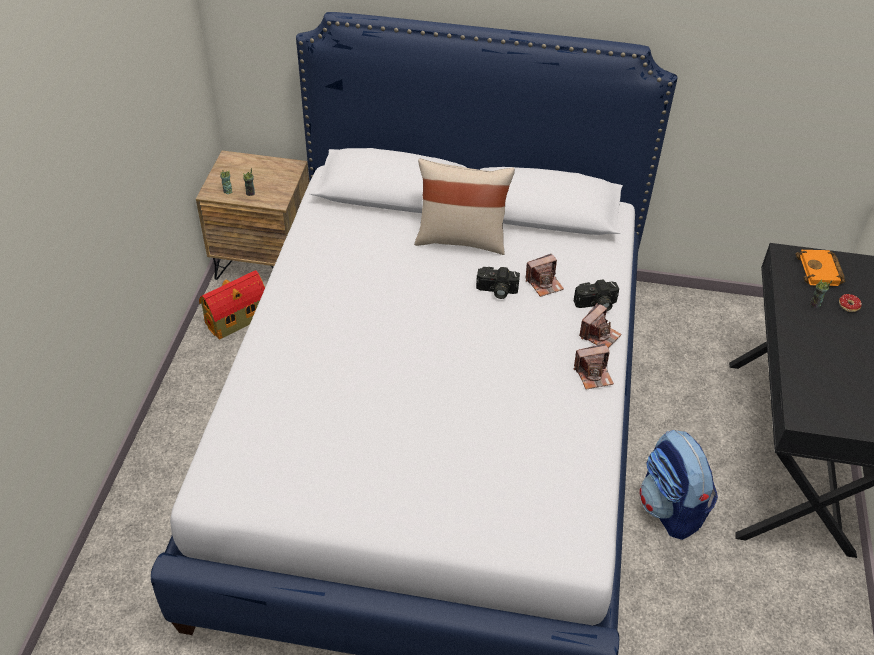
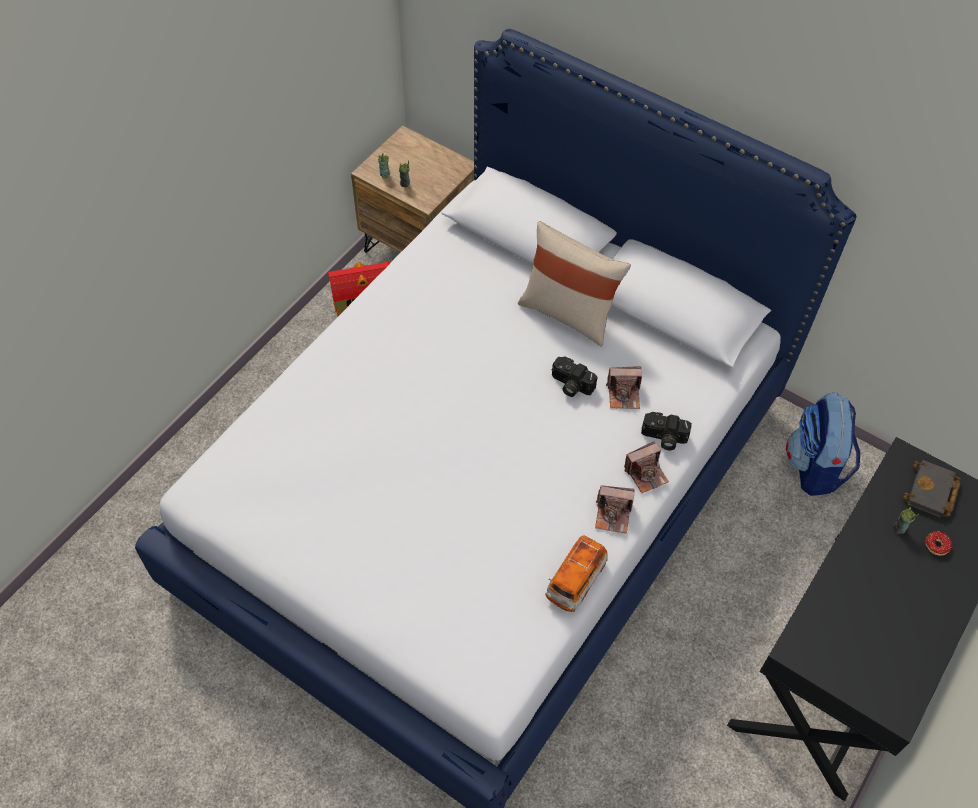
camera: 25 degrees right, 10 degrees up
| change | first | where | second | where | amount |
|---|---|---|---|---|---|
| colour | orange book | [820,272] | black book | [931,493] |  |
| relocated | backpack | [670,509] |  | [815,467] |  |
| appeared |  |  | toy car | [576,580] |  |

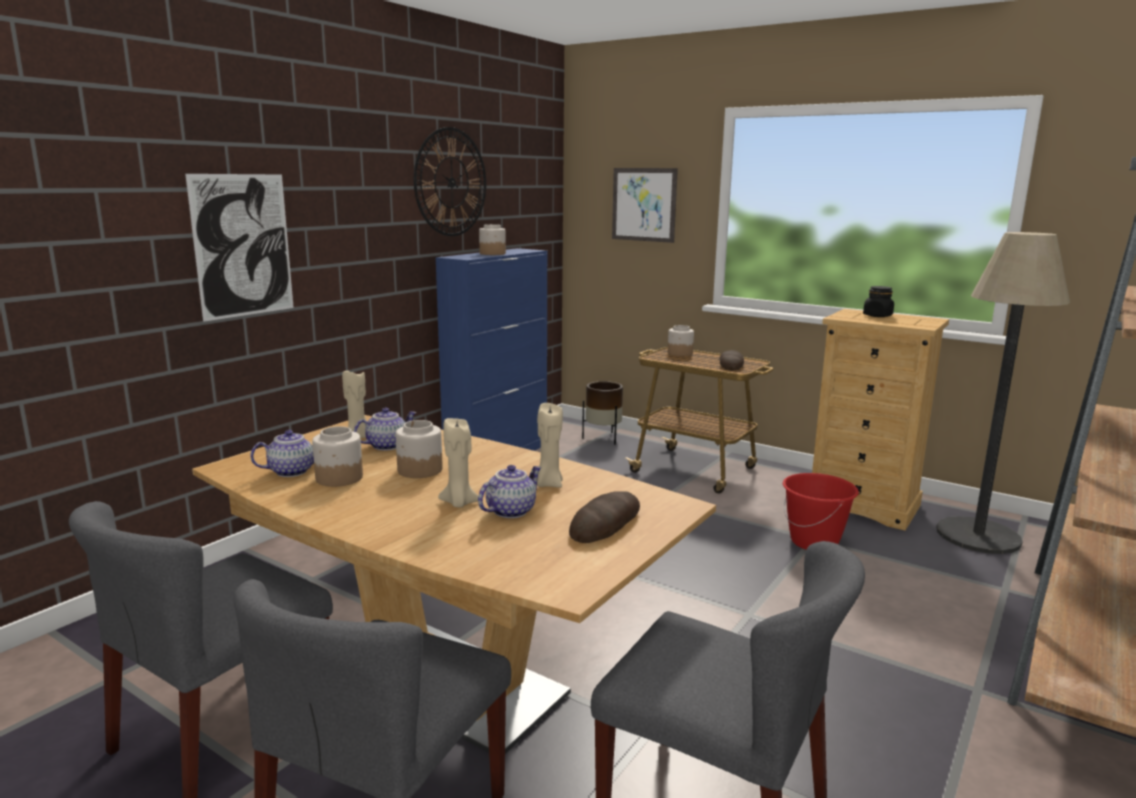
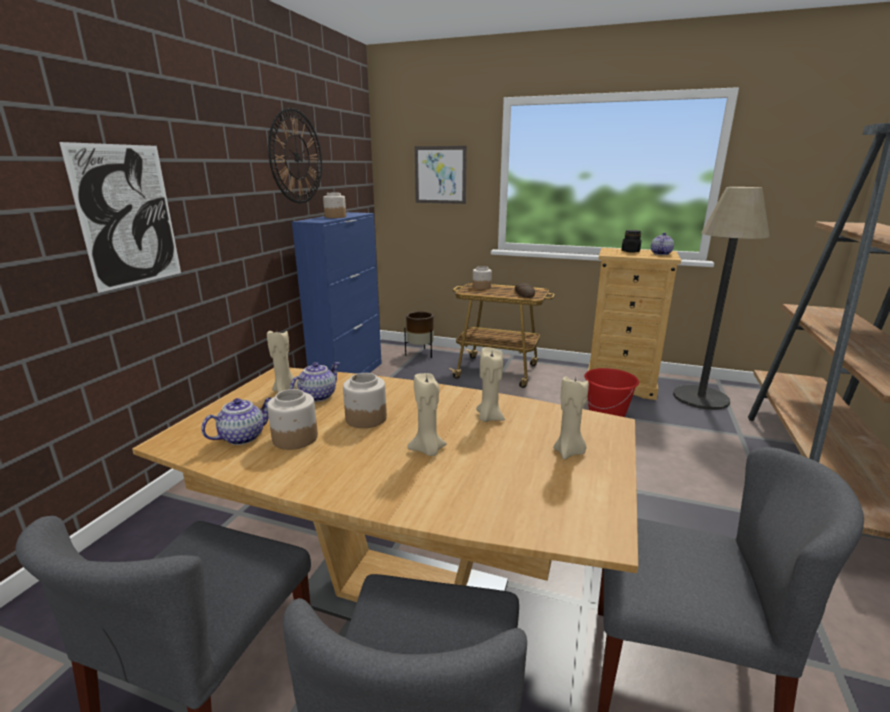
camera: 15 degrees left, 5 degrees up
| change | first | where | second | where | amount |
|---|---|---|---|---|---|
| relocated | teapot | [510,511] |  | [660,254] |  |
| exchanged | bread | [605,523] | beige candle | [569,452] |  |

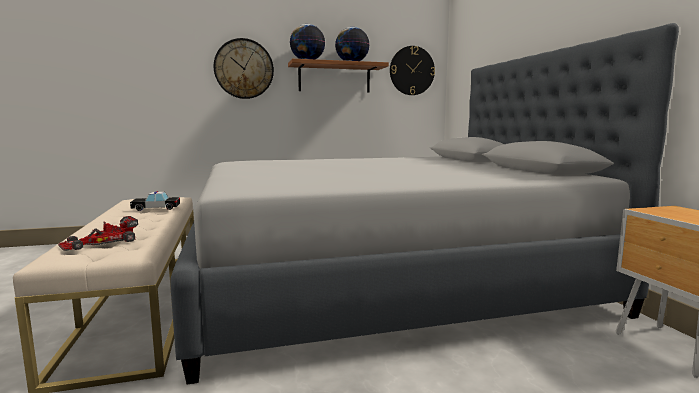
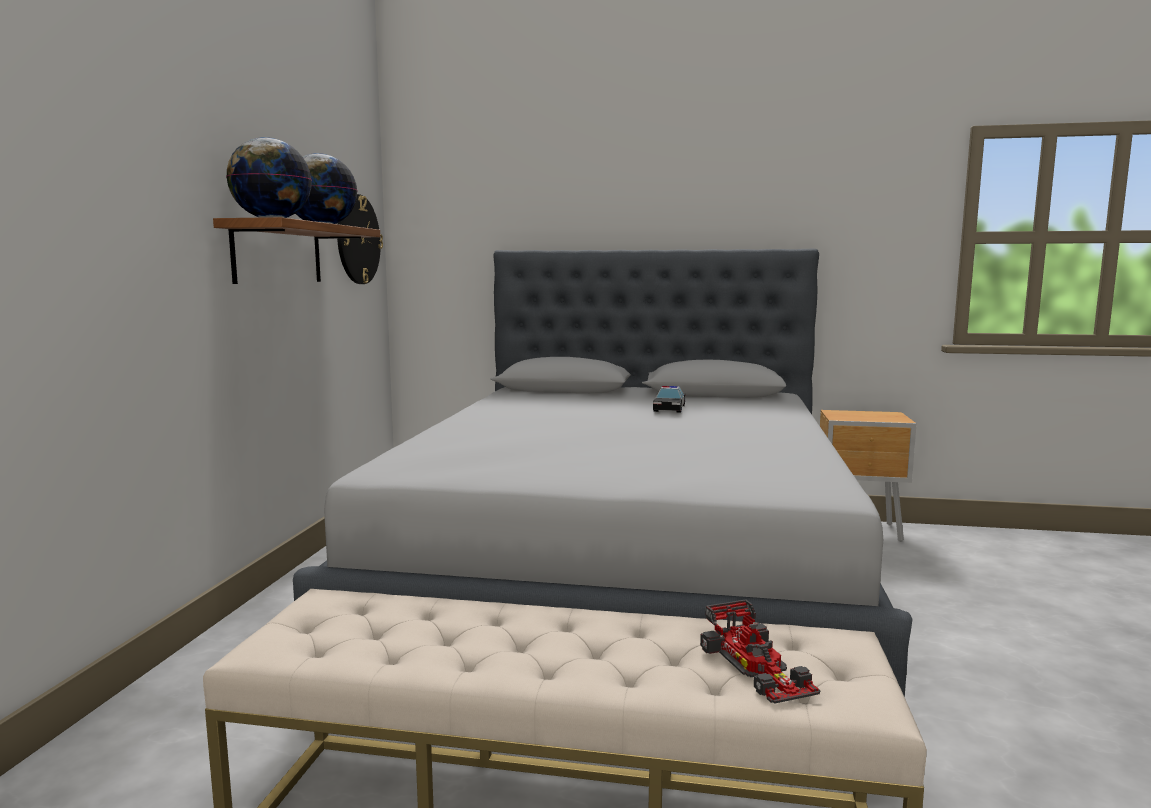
camera: 65 degrees left, 0 degrees up
| change | first | where | second | where | amount |
|---|---|---|---|---|---|
| missing | wall clock | [244,69] |  |  |  |
| relocated | toy car | [156,208] |  | [669,408] |  |

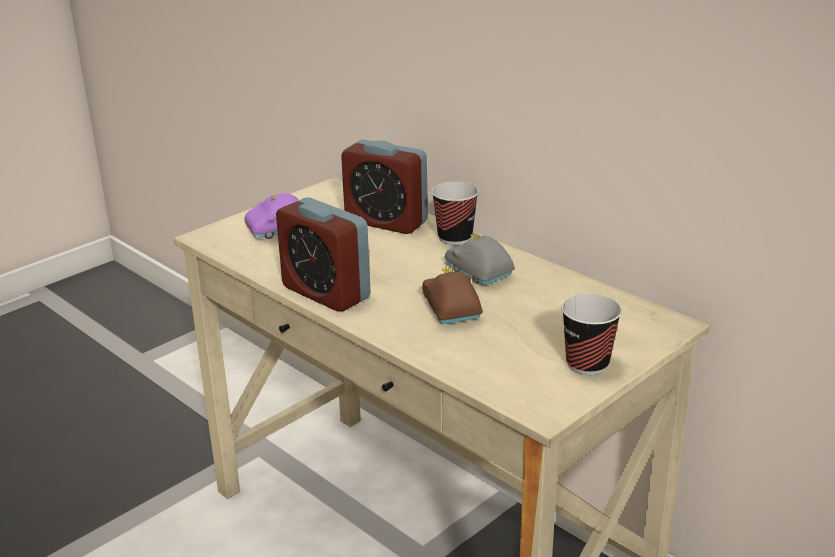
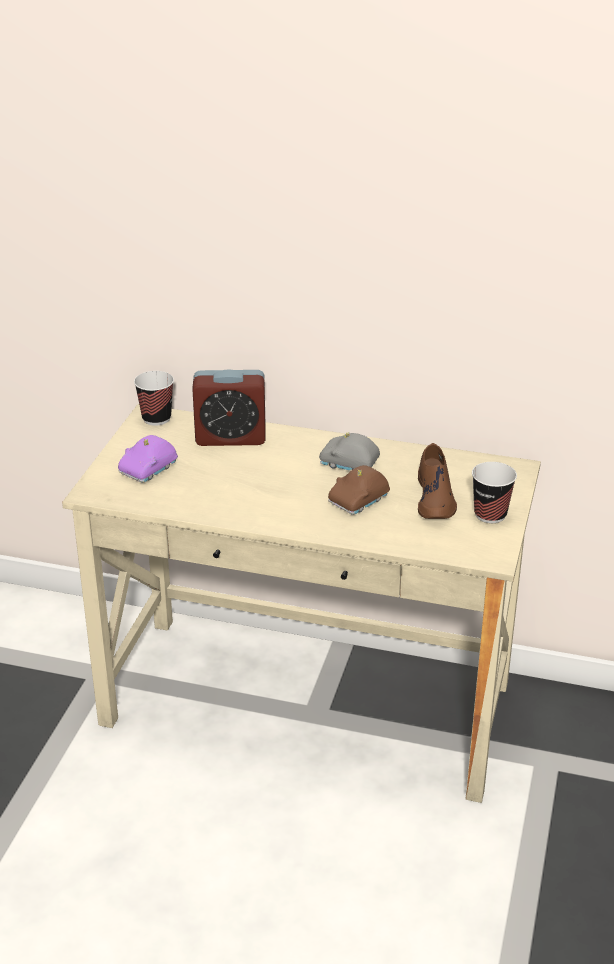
camera: 30 degrees left, 5 degrees up
| change | first | where | second | where | amount |
|---|---|---|---|---|---|
| relocated | cup | [455,238] |  | [156,418] |  |
| missing | alarm clock | [326,293] |  |  |  |
| spun | brown toy car | [450,310] |  | [359,501] | 90 degrees counterclockwise |
| appeared |  |  | brown shoe | [435,498] |  |

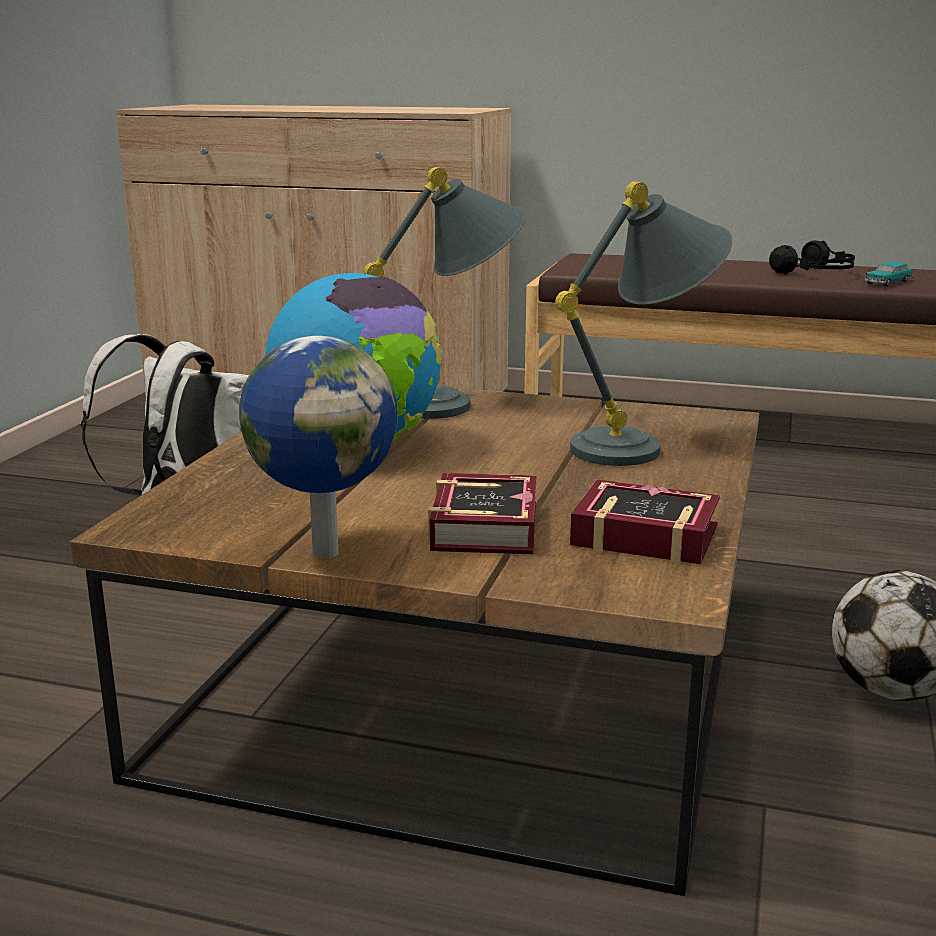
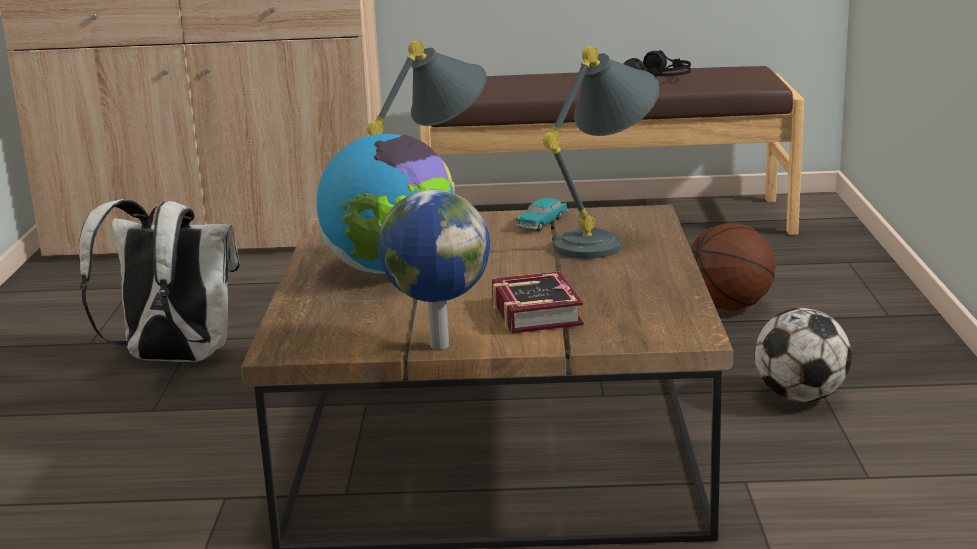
camera: 15 degrees left, 0 degrees up
| change | first | where | second | where | amount |
|---|---|---|---|---|---|
| relocated | toy car | [888,282] |  | [541,222] |  |
| missing | book | [639,533] |  |  |  |
| appeared |  |  | basketball | [730,306] |  |

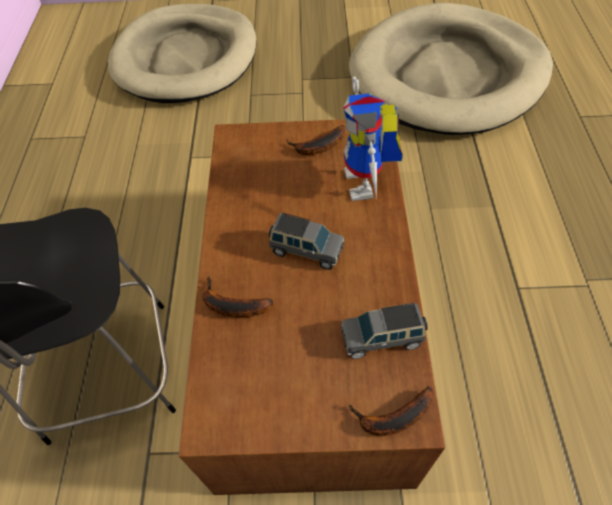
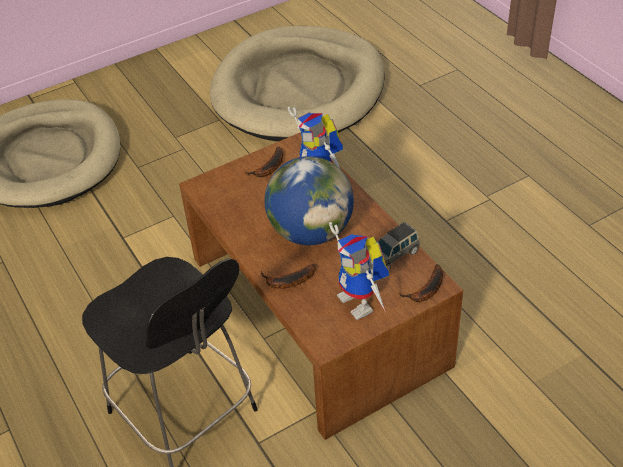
camera: 30 degrees left, 10 degrees down
| change | first | where | second | where | amount |
|---|---|---|---|---|---|
| exchanged | grey toy car | [305,250] | globe | [311,232] |  |
| appeared |  |  | toy robot | [362,303] |  |

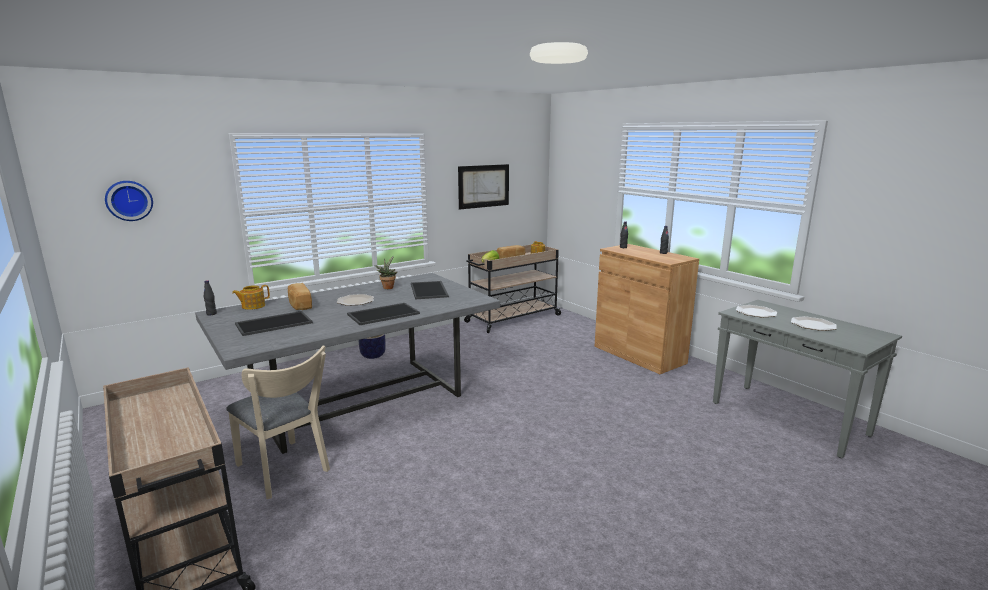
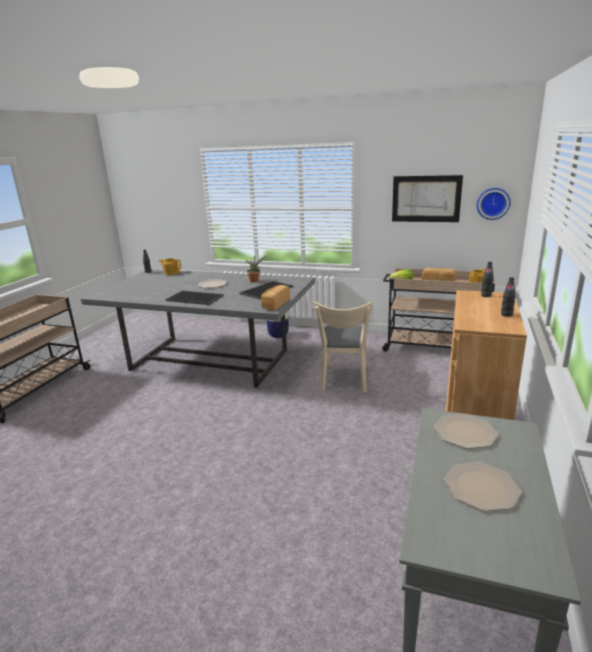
camera: 55 degrees right, 5 degrees up
| change | first | where | second | where | amount |
|---|---|---|---|---|---|
| relocated | wall clock | [129,200] |  | [493,203] |  |
| relocated | bread | [299,305] |  | [275,305] |  |
| missing | tray | [274,323] |  |  |  |
| relocated | beige chair | [285,471] |  | [344,381] |  |

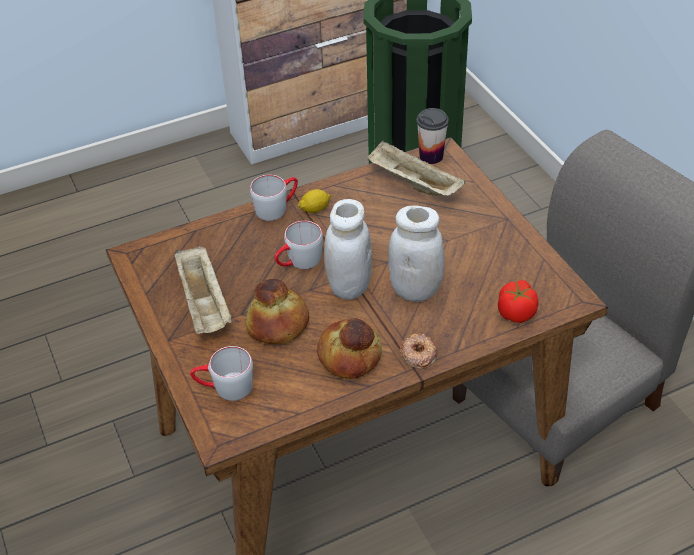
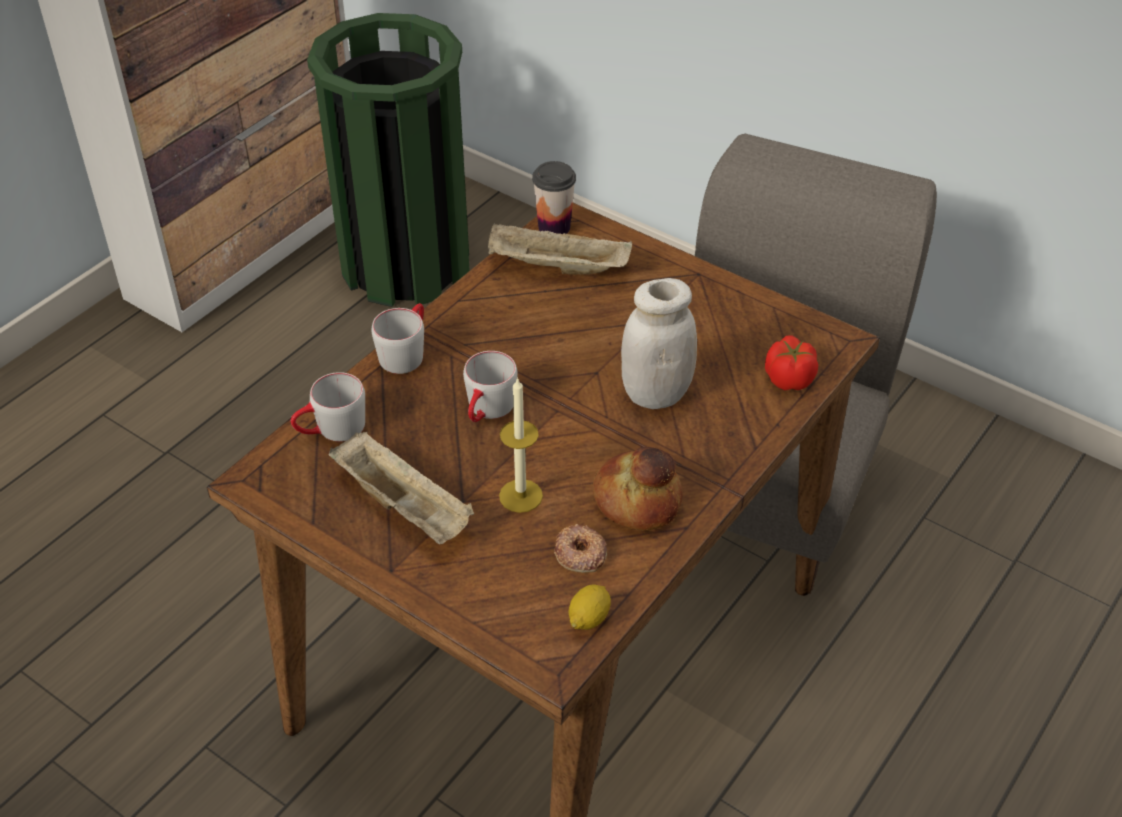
camera: 30 degrees left, 0 degrees up
| change | first | where | second | where | amount |
|---|---|---|---|---|---|
| relocated | lemon | [315,209] |  | [589,618] |  |
| missing | white jar | [349,286] |  |  |  |
| exchanged | bread | [279,324] | candle | [521,496] |  |
| relocated | donut | [418,354] |  | [580,553] |  |
| relocated | grey mug | [224,388] |  | [331,430] |  |

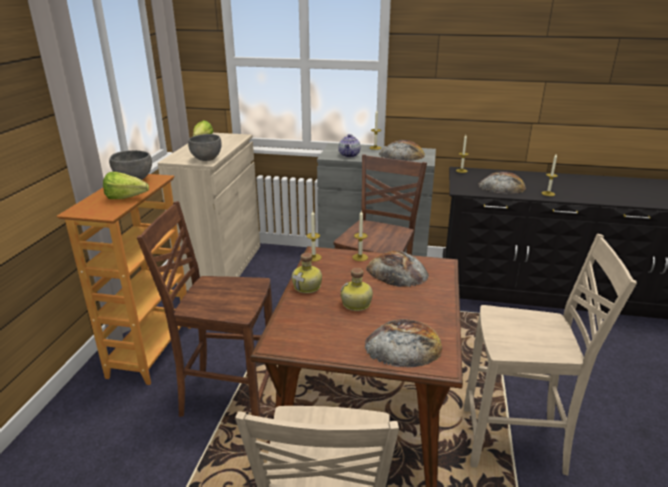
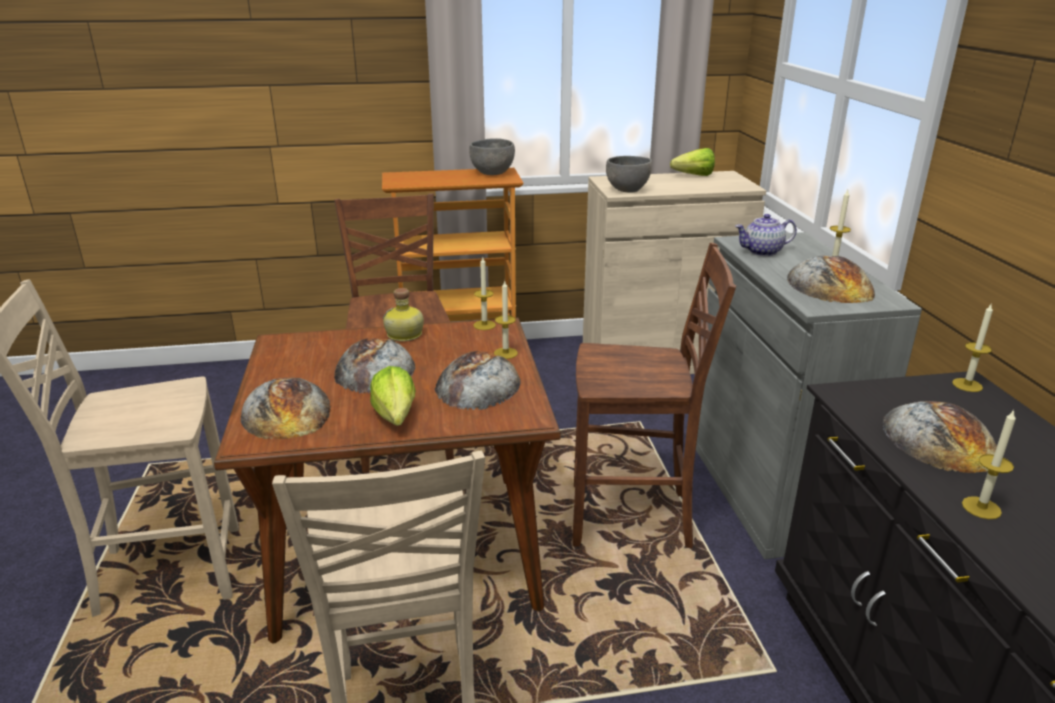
camera: 70 degrees right, 0 degrees up
| change | first | where | second | where | amount |
|---|---|---|---|---|---|
| relocated | lettuce | [129,198] |  | [394,420] |  |
| exchanged | bottle | [356,304] | bread | [374,369] |  |

